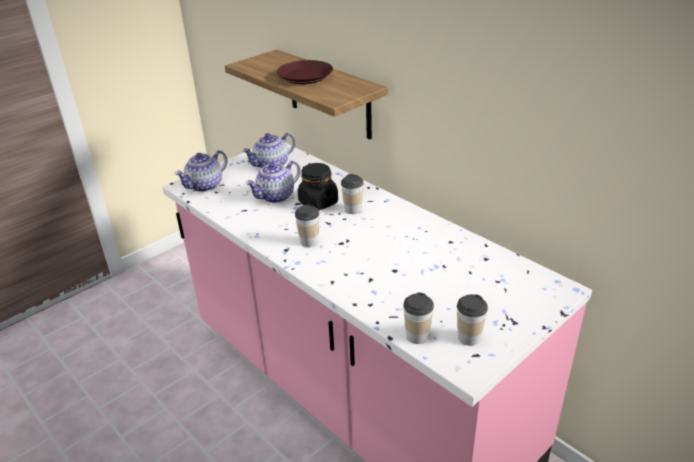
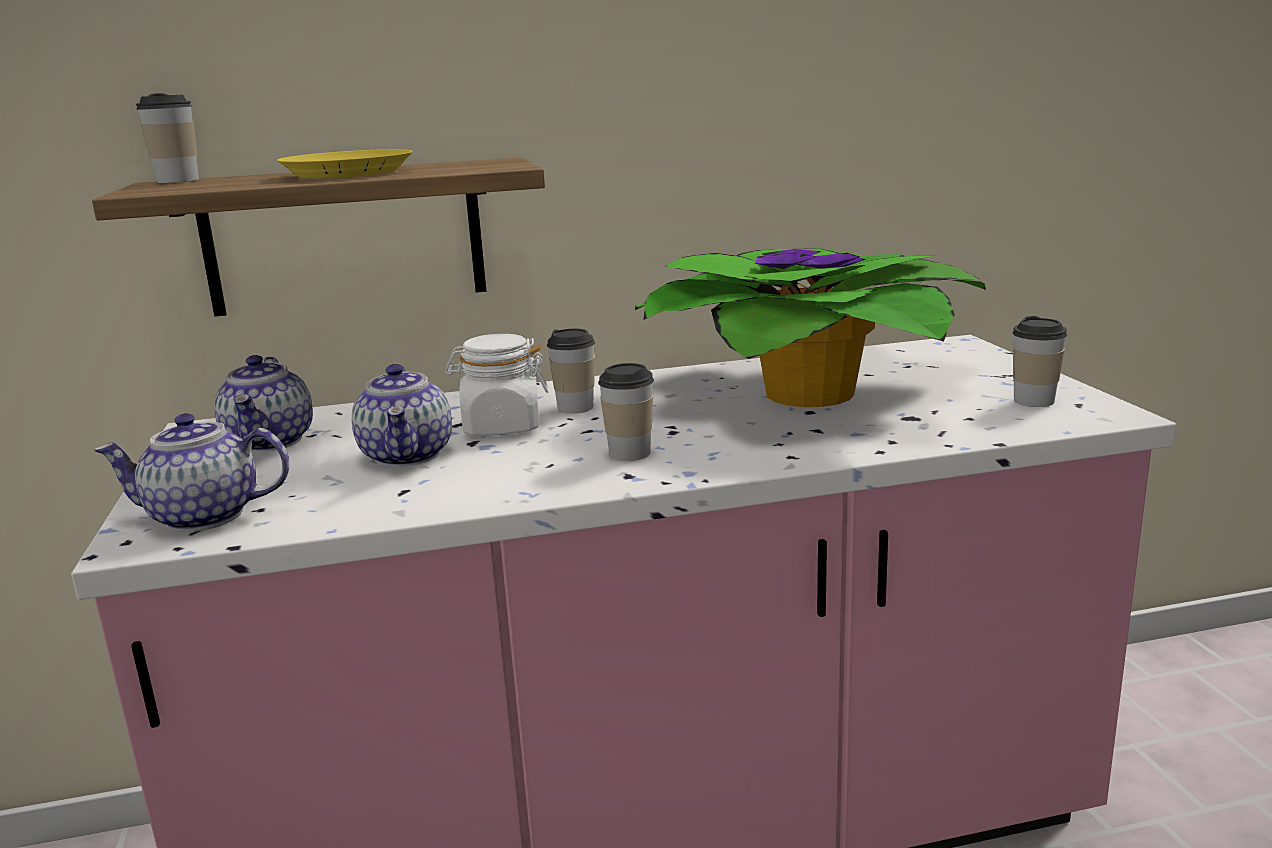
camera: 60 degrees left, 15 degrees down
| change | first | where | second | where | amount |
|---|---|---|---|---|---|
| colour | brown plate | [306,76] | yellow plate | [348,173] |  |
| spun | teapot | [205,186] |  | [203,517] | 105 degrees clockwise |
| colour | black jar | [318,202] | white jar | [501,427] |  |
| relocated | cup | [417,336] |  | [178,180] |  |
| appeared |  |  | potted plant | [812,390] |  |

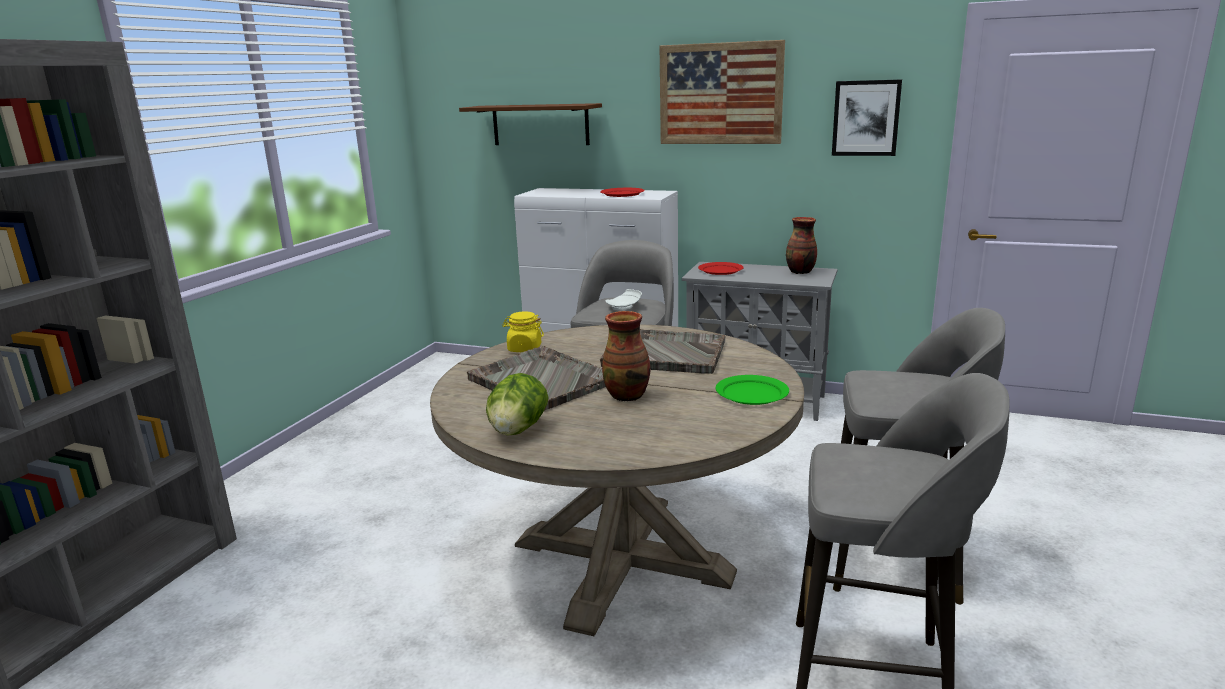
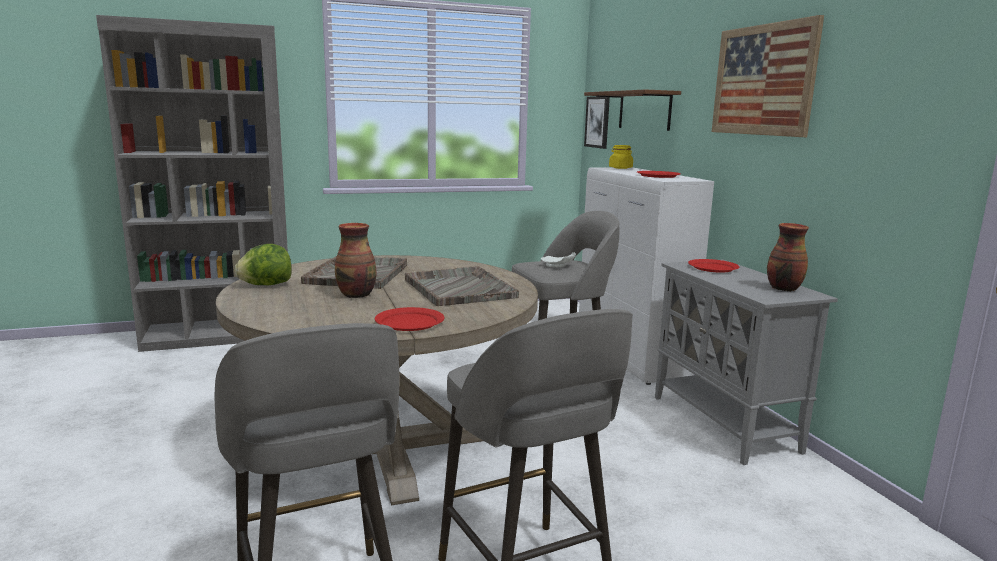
camera: 50 degrees right, 5 degrees down
| change | first | where | second | where | amount |
|---|---|---|---|---|---|
| relocated | picture | [866,118] |  | [598,122] |  |
| relocated | yellow jar | [524,349] |  | [620,168] |  |
| colour | green plate | [751,393] | red plate | [409,322] |  |

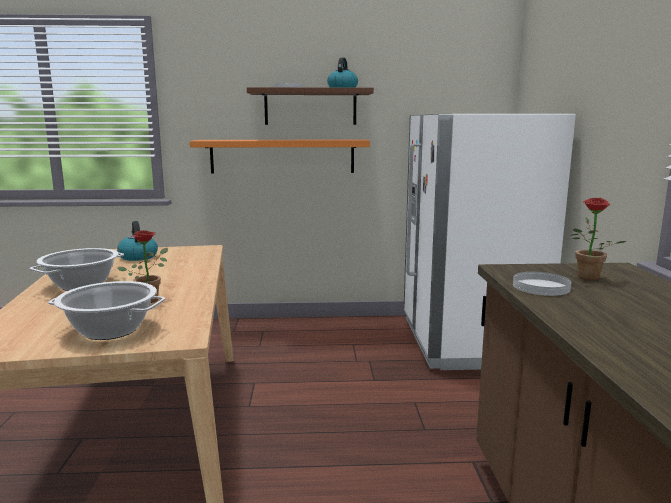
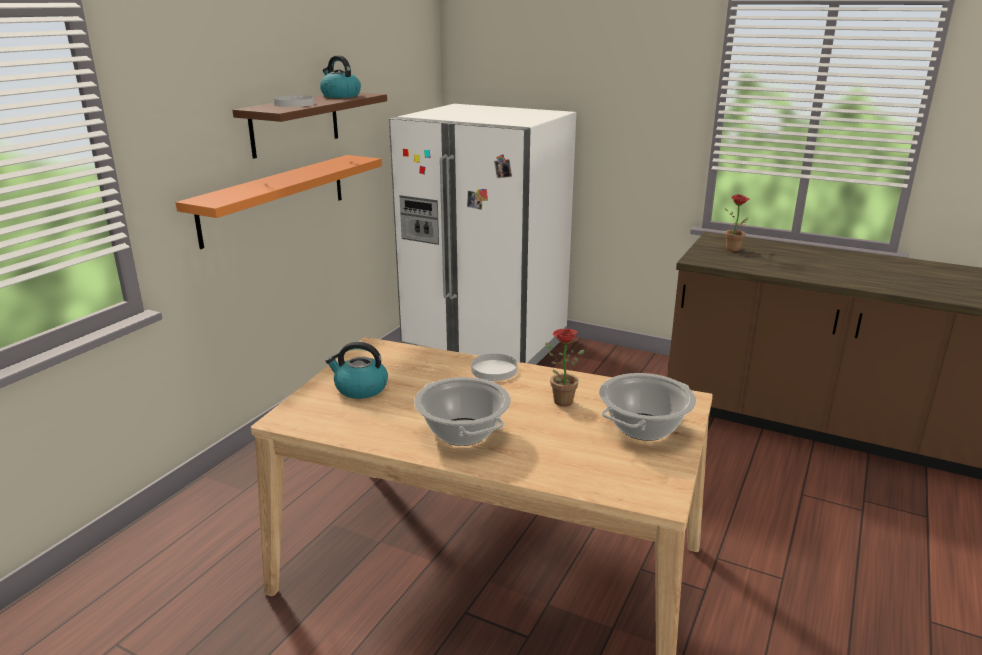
camera: 60 degrees left, 10 degrees up
| change | first | where | second | where | amount |
|---|---|---|---|---|---|
| relocated | white plate | [541,287] |  | [494,370] |  |

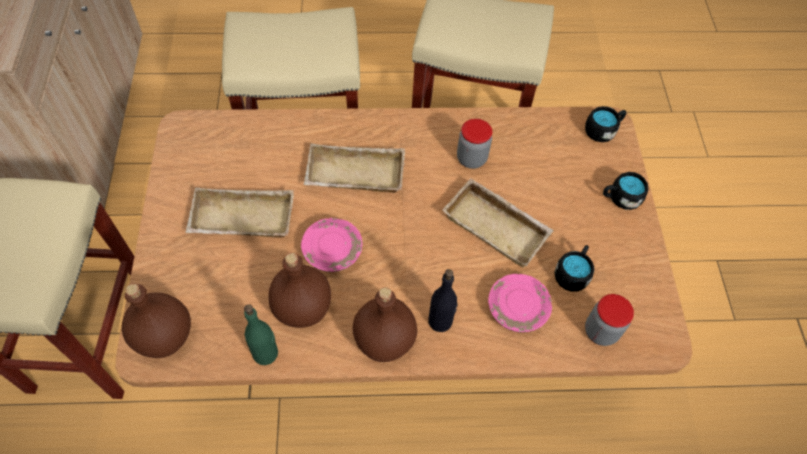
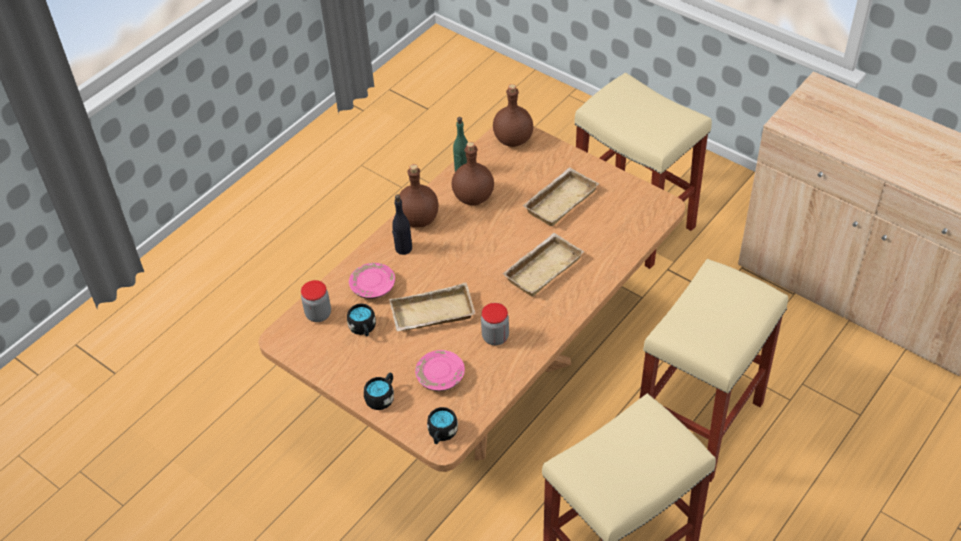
camera: 135 degrees right, 10 degrees down
| change | first | where | second | where | amount |
|---|---|---|---|---|---|
| relocated | pink plate | [332,250] |  | [440,377] |  |

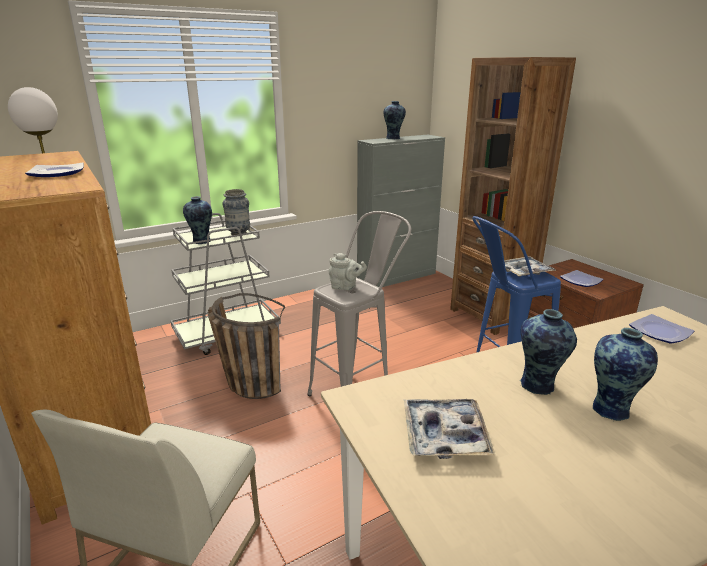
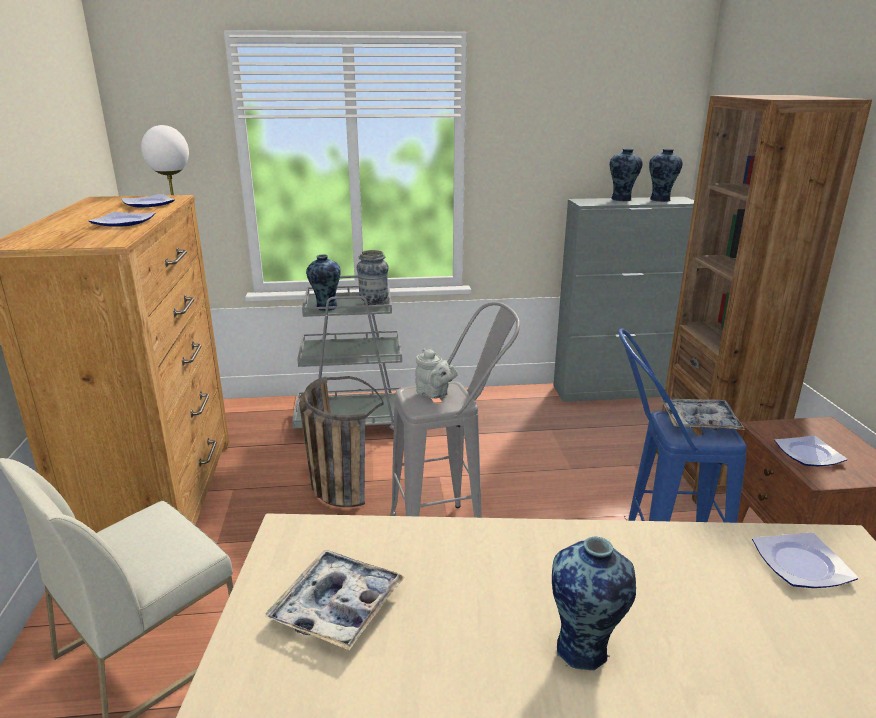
camera: 25 degrees right, 0 degrees up
| change | first | where | second | where | amount |
|---|---|---|---|---|---|
| relocated | vase | [539,386] |  | [660,200] |  |
| appeared |  |  | plate | [150,204] |  |

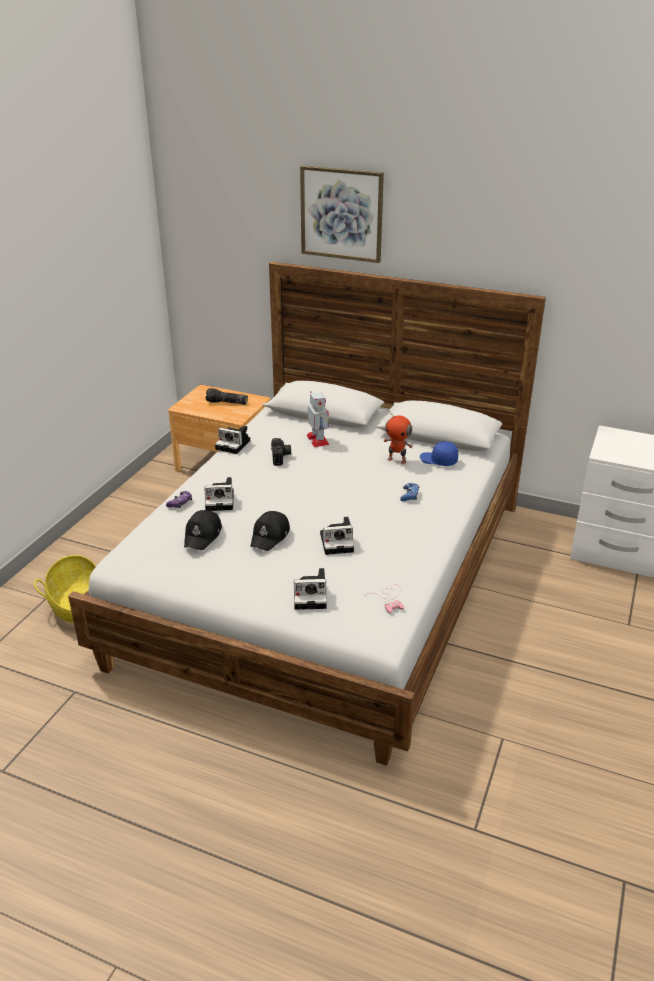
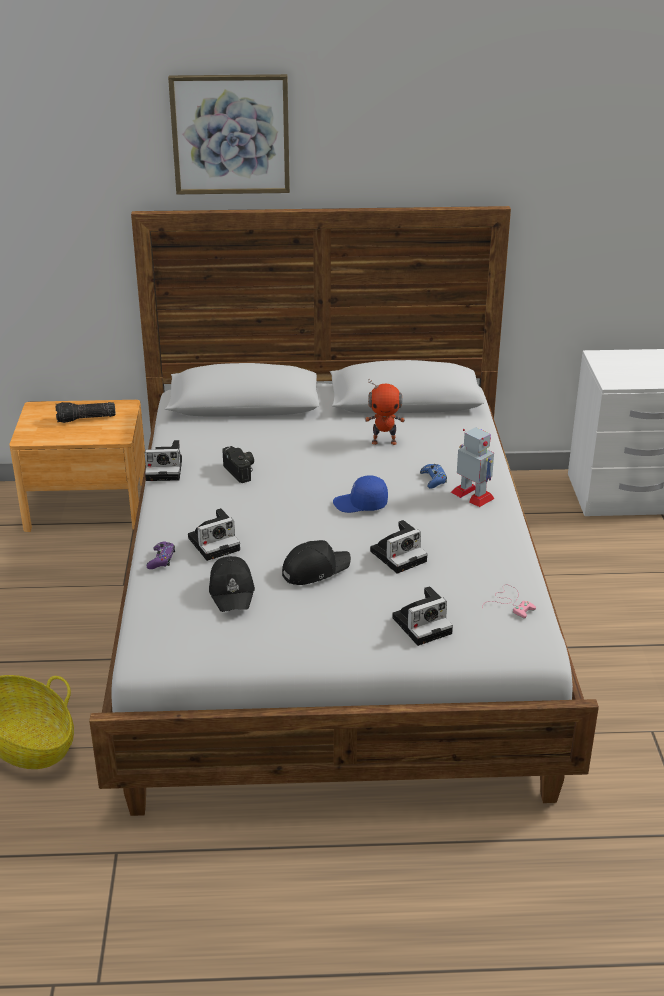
camera: 25 degrees left, 0 degrees up
| change | first | where | second | where | amount |
|---|---|---|---|---|---|
| relocated | toy robot | [318,440] |  | [473,495] |  |
| relocated | blue cap | [438,460] |  | [360,504] |  |
| spun | black cap | [270,536] |  | [315,569] | 120 degrees counterclockwise |

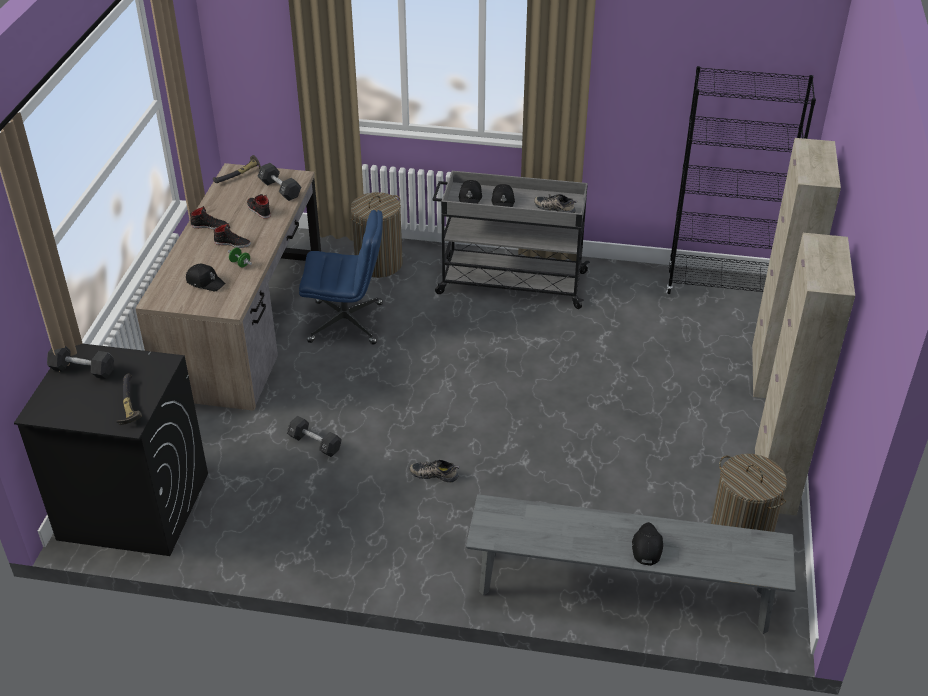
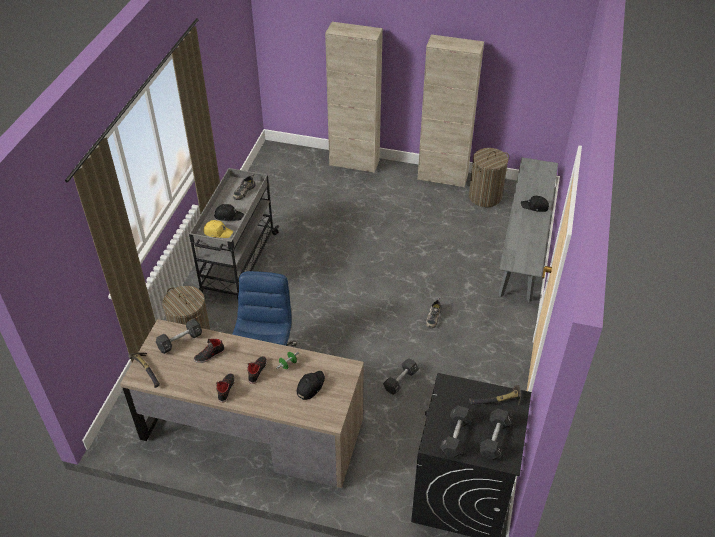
camera: 85 degrees left, 5 degrees up
| change | first | where | second | where | amount |
|---|---|---|---|---|---|
| missing | black bookcase | [719,287] |  |  |  |
| colour | black cap | [470,198] | yellow cap | [218,232] |  |
| appeared |  |  | black dumbbell | [494,439] |  |

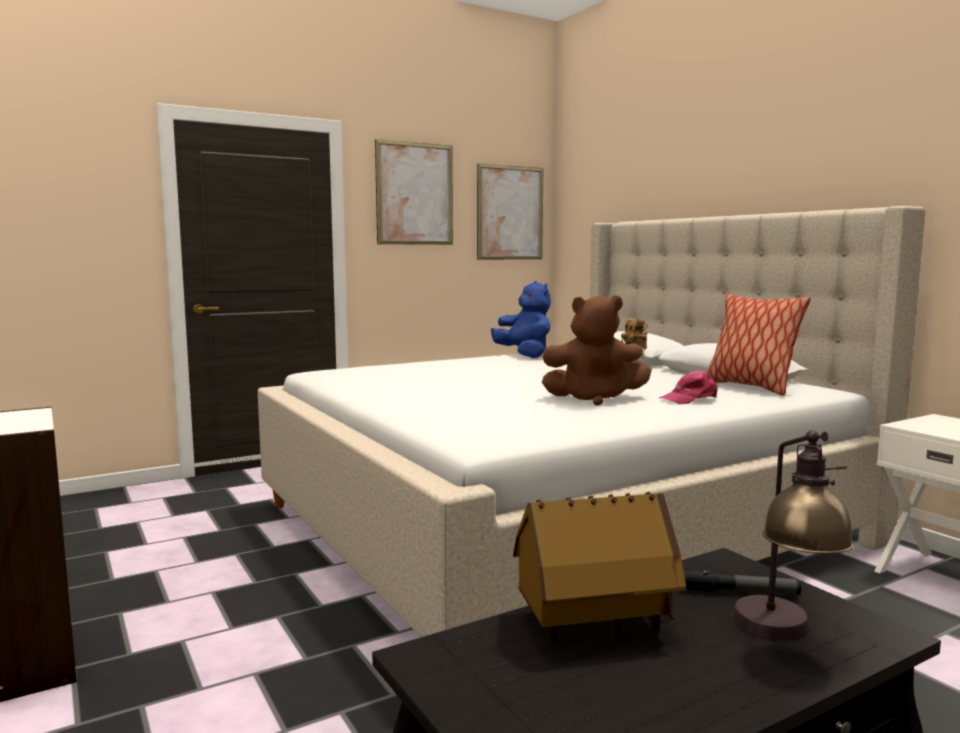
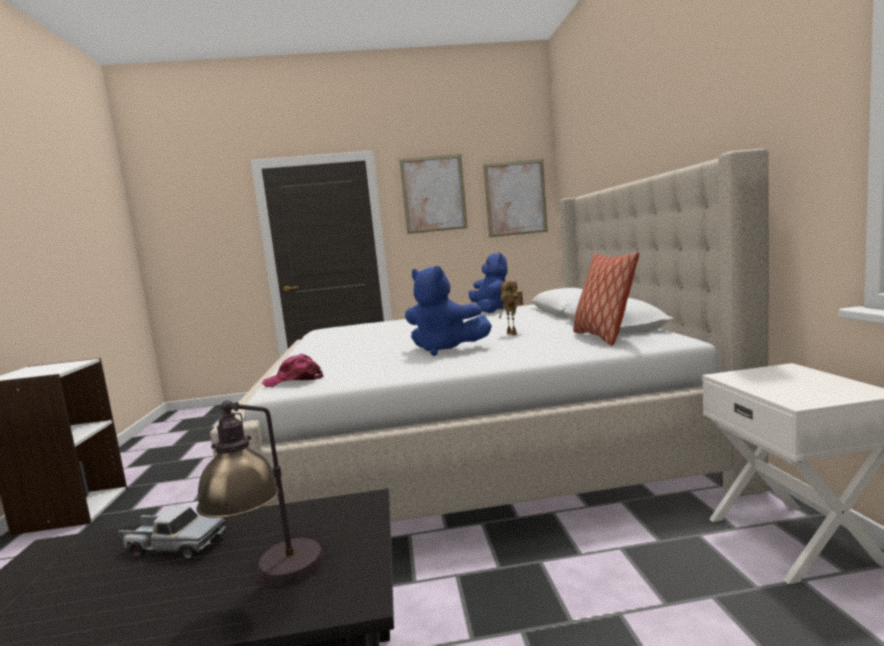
camera: 25 degrees right, 0 degrees up
| change | first | where | second | where | amount |
|---|---|---|---|---|---|
| colour | brown plush toy | [594,399] | blue plush toy | [445,349] |  |
| relocated | pink cap | [689,399] |  | [294,380] |  |
| exchanged | toy house | [595,626] | toy truck | [174,545] |  |
| missing | flashlight | [737,592] |  |  |  |

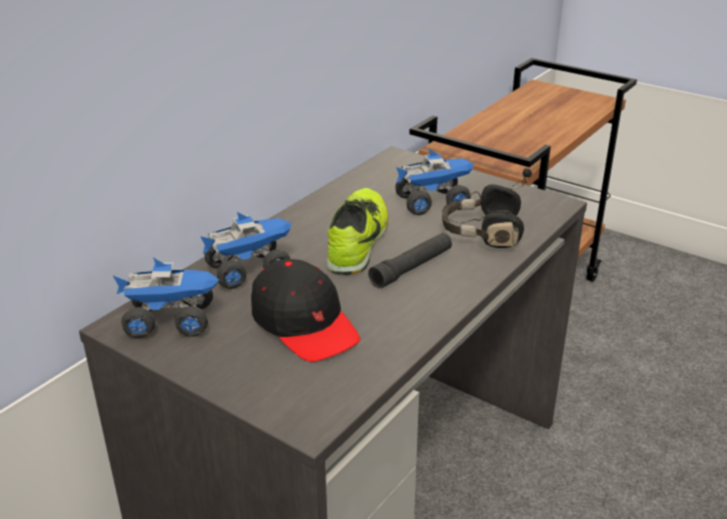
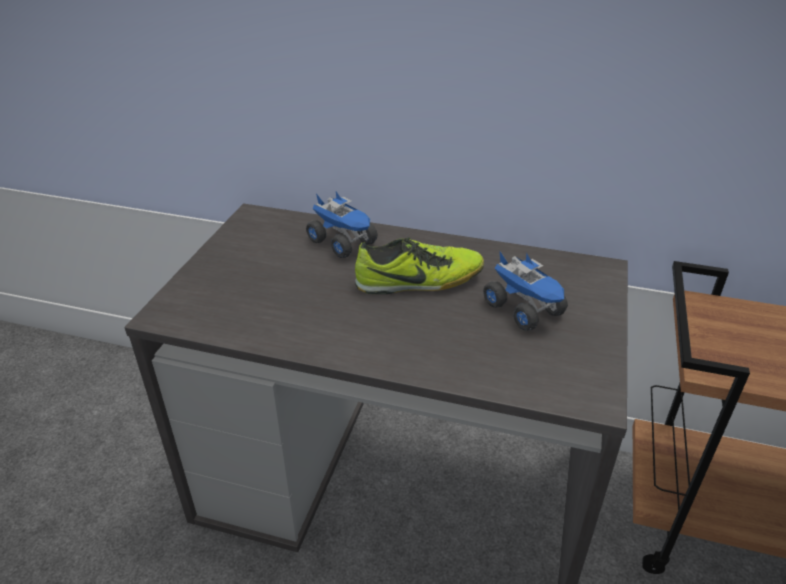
camera: 70 degrees right, 5 degrees up
| change | first | where | second | where | amount |
|---|---|---|---|---|---|
| missing | black headphones | [482,233] |  |  |  |
| missing | black flashlight | [412,268] |  |  |  |
| missing | toy truck | [172,321] |  |  |  |
| missing | black cap | [305,324] |  |  |  |

